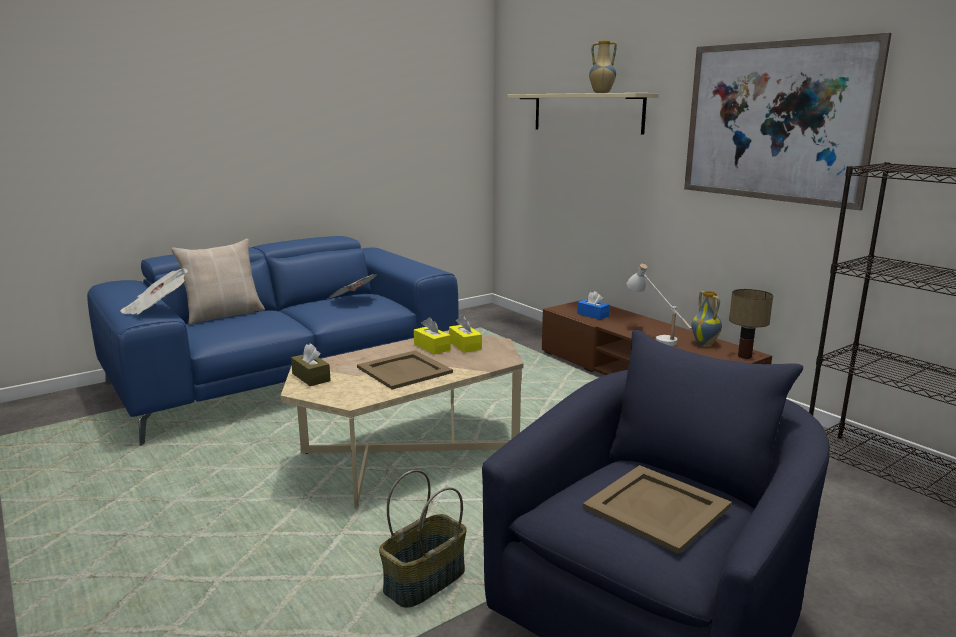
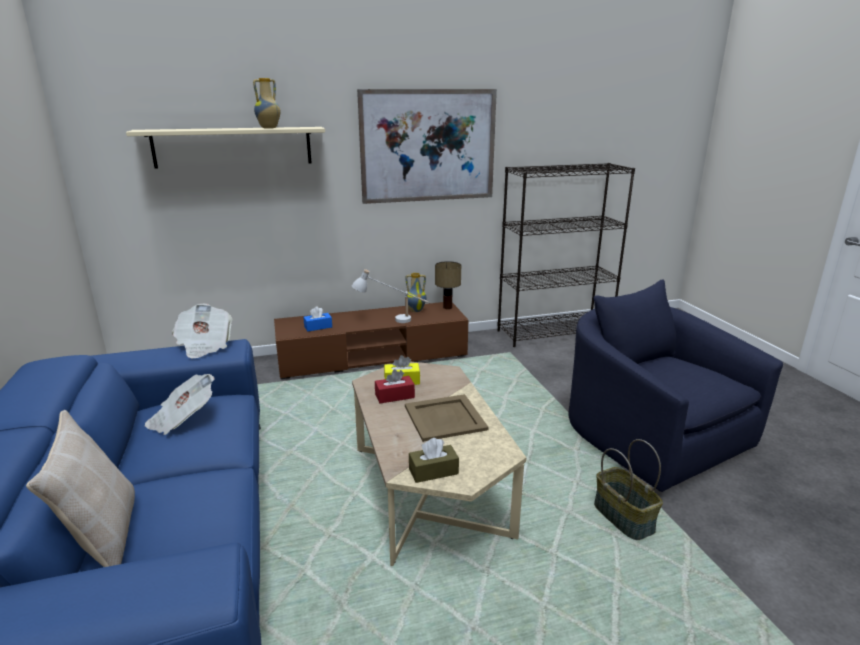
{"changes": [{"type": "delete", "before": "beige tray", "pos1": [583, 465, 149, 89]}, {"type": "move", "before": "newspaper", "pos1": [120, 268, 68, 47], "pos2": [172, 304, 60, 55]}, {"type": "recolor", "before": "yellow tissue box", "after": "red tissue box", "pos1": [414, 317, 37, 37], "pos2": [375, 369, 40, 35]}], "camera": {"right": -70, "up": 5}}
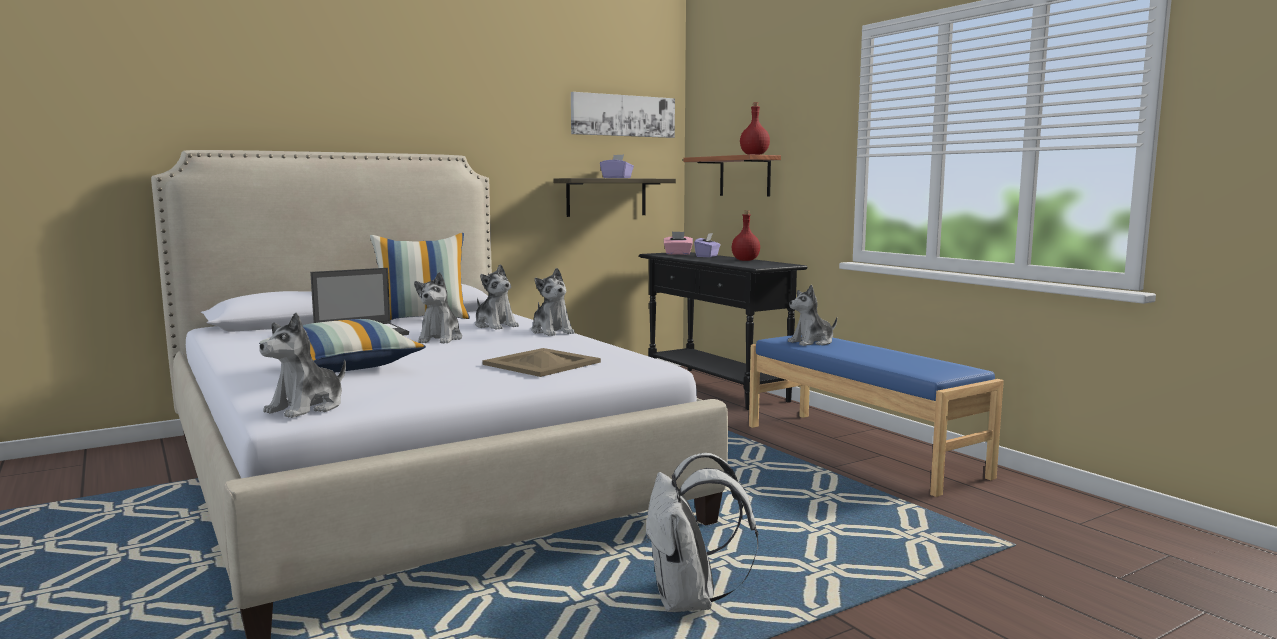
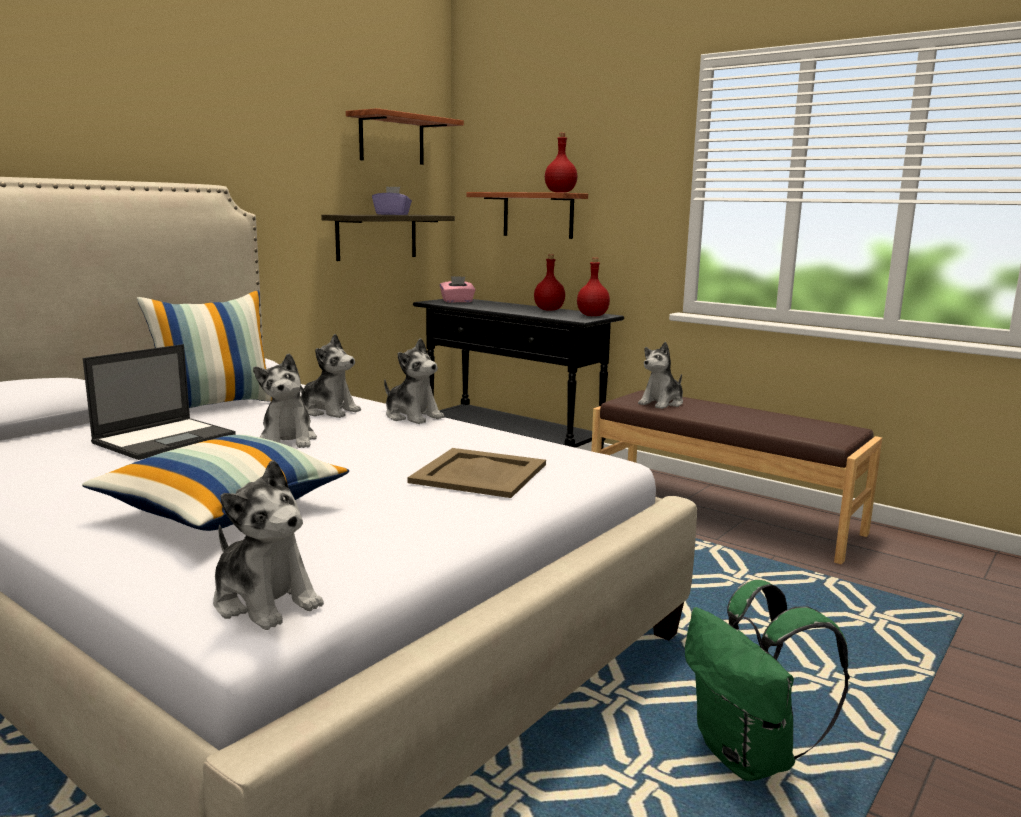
{"changes": [{"type": "delete", "before": "purple tissue box", "pos1": [694, 233, 27, 24]}, {"type": "insert", "after": "red bottle", "pos2": [577, 258, 33, 58]}, {"type": "replace", "before": "picture", "after": "shelf", "pos1": [571, 92, 104, 46], "pos2": [346, 108, 118, 57]}, {"type": "recolor", "before": "white backpack", "after": "green backpack", "pos1": [645, 453, 113, 159], "pos2": [685, 580, 165, 201]}, {"type": "recolor", "before": "blue bench", "after": "brown bench", "pos1": [749, 335, 255, 162], "pos2": [591, 390, 291, 174]}, {"type": "rotate", "before": "plush toy", "pos1": [259, 313, 87, 105], "pos2": [213, 460, 111, 170], "turn": -60}], "camera": {"right": -20, "up": 5}}
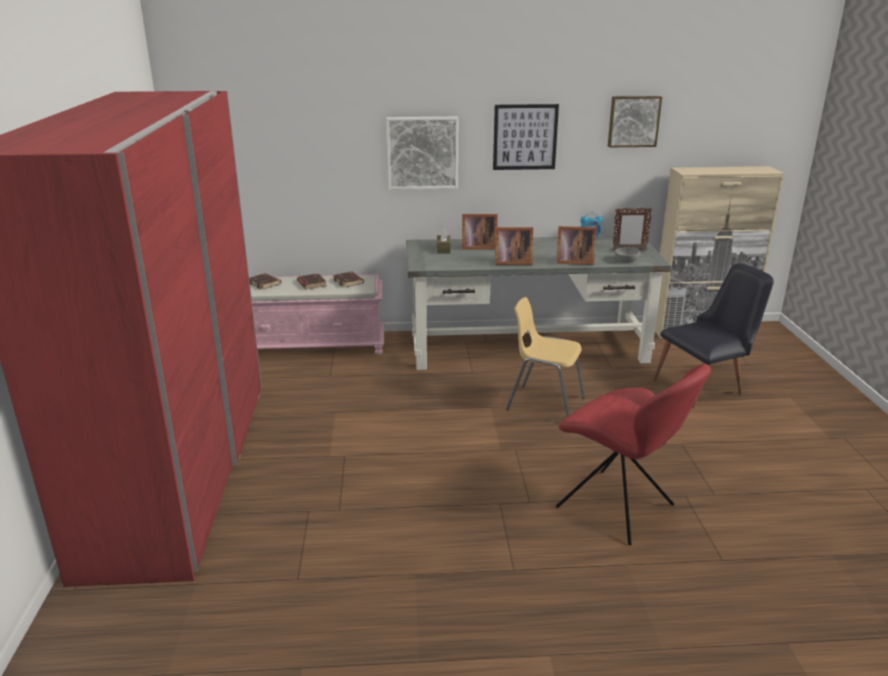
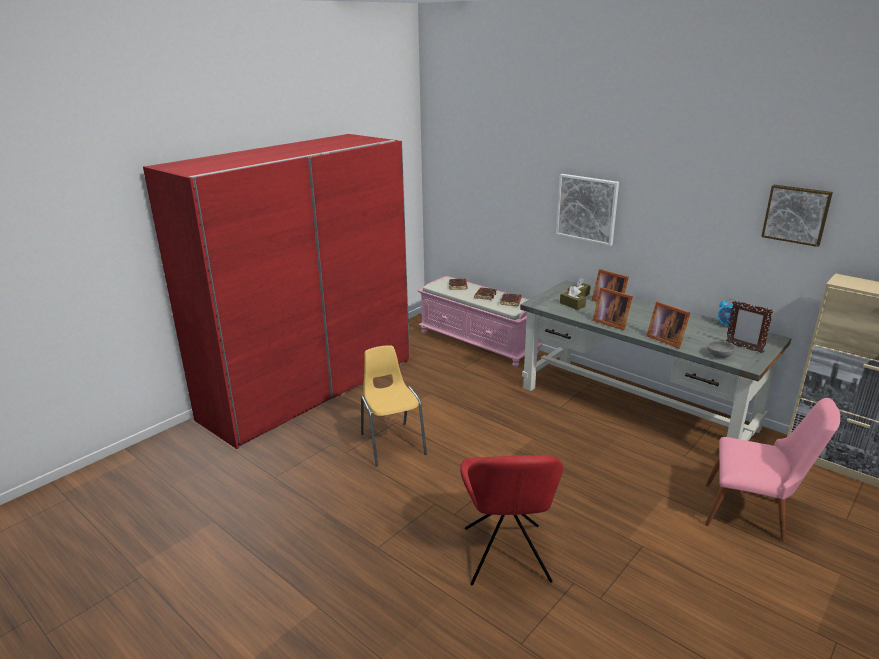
{"changes": [{"type": "delete", "before": "picture", "pos1": [493, 104, 66, 66]}, {"type": "insert", "after": "brown tissue box", "pos2": [560, 286, 26, 24]}, {"type": "move", "before": "yellow chair", "pos1": [506, 297, 79, 119], "pos2": [361, 345, 66, 122]}, {"type": "recolor", "before": "black chair", "after": "pink chair", "pos1": [653, 263, 121, 145], "pos2": [705, 398, 135, 144]}], "camera": {"right": 45, "up": 0}}
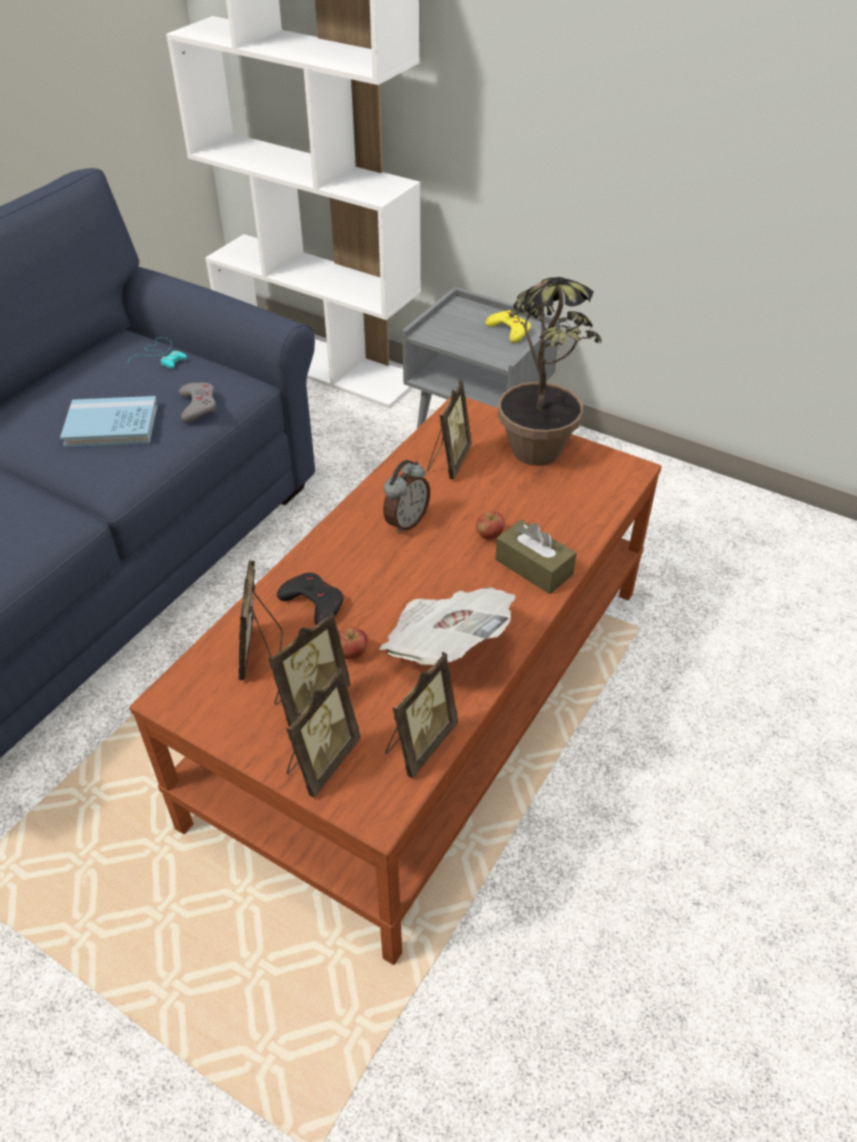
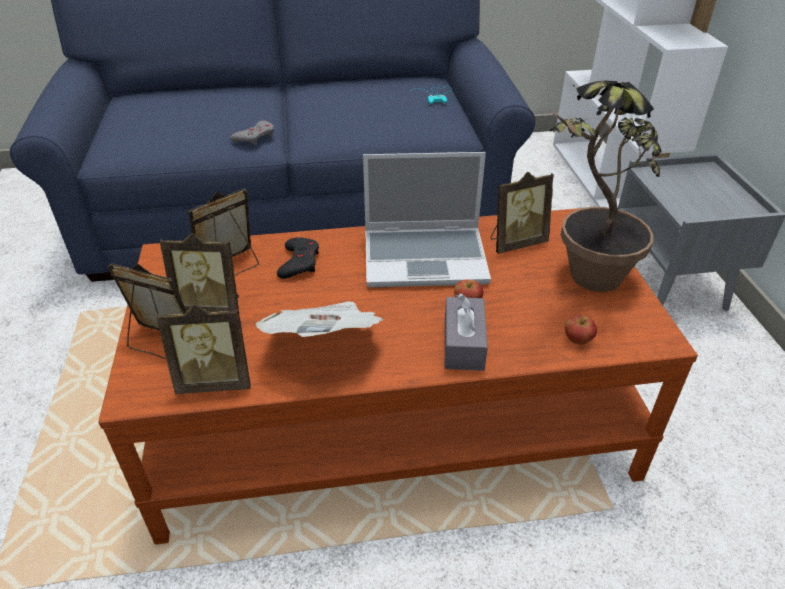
{"changes": [{"type": "delete", "before": "blue book", "pos1": [60, 396, 98, 51]}, {"type": "delete", "before": "yellow game controller", "pos1": [485, 310, 46, 33]}, {"type": "move", "before": "grey game controller", "pos1": [179, 382, 37, 40], "pos2": [230, 120, 44, 25]}, {"type": "move", "before": "apple", "pos1": [339, 627, 29, 33], "pos2": [565, 315, 32, 30]}, {"type": "replace", "before": "alarm clock", "after": "laptop", "pos1": [383, 460, 47, 74], "pos2": [363, 152, 128, 135]}, {"type": "recolor", "before": "brown tissue box", "after": "grey tissue box", "pos1": [495, 520, 82, 74], "pos2": [445, 294, 43, 77]}, {"type": "rotate", "before": "picture frame", "pos1": [286, 668, 75, 130], "pos2": [108, 263, 79, 96], "turn": -150}], "camera": {"right": 50, "up": -5}}
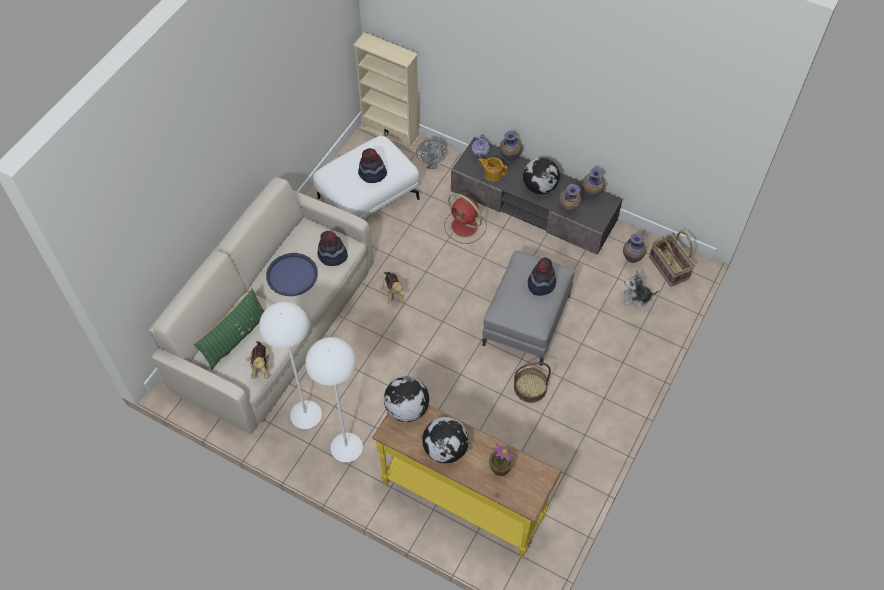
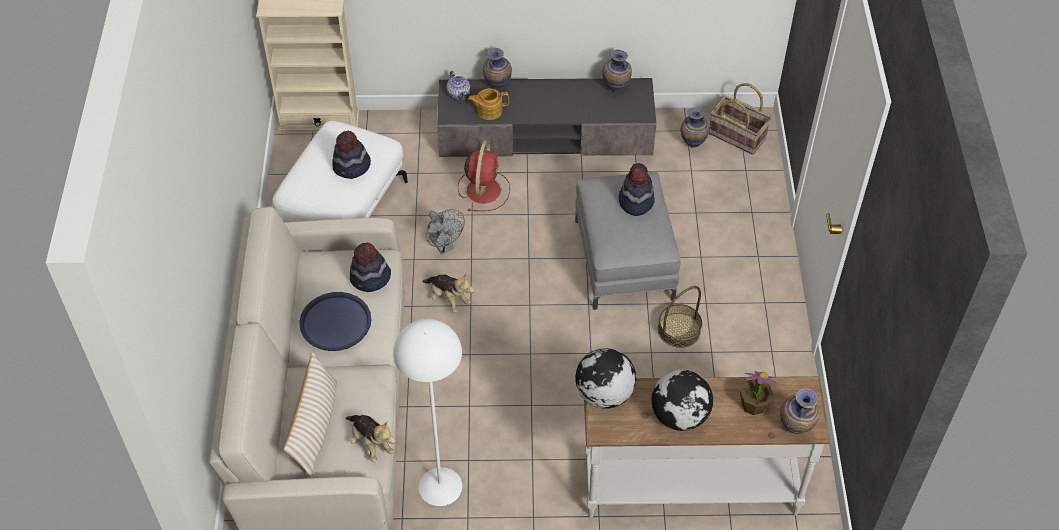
{"changes": [{"type": "delete", "before": "white floor lamp", "pos1": [305, 337, 58, 125]}, {"type": "delete", "before": "globe", "pos1": [523, 158, 37, 36]}, {"type": "delete", "before": "plush toy", "pos1": [624, 271, 34, 37]}, {"type": "move", "before": "grey fan", "pos1": [416, 138, 31, 31], "pos2": [426, 209, 39, 45]}, {"type": "move", "before": "vase", "pos1": [559, 184, 23, 29], "pos2": [780, 388, 39, 46]}, {"type": "recolor", "before": "green pillow", "after": "beige pillow", "pos1": [194, 289, 70, 81], "pos2": [284, 351, 53, 127]}, {"type": "recolor", "before": "yellow console table", "after": "white console table", "pos1": [372, 405, 190, 152], "pos2": [584, 376, 247, 142]}, {"type": "rotate", "before": "red fan", "pos1": [444, 193, 43, 51], "pos2": [458, 140, 52, 71], "turn": -90}], "camera": {"right": -30, "up": -5}}
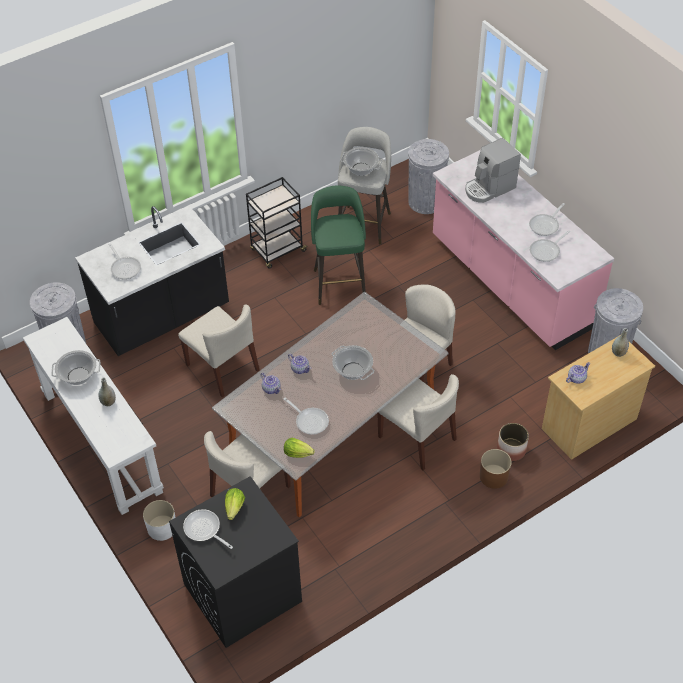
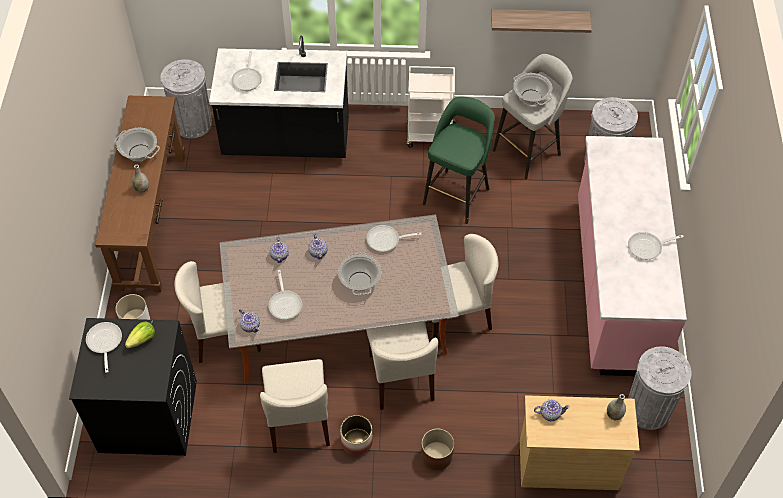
{"changes": [{"type": "delete", "before": "coffee machine", "pos1": [465, 138, 56, 65]}, {"type": "insert", "after": "shelf", "pos2": [491, 9, 101, 24]}, {"type": "move", "before": "beige chair", "pos1": [178, 304, 81, 93], "pos2": [260, 359, 70, 94]}, {"type": "move", "before": "planter", "pos1": [497, 423, 32, 38], "pos2": [340, 415, 33, 41]}, {"type": "move", "before": "frying pan", "pos1": [530, 230, 40, 32], "pos2": [366, 225, 55, 27]}, {"type": "replace", "before": "lettuce", "after": "teapot", "pos1": [284, 438, 31, 20], "pos2": [239, 309, 21, 24]}, {"type": "recolor", "before": "white console table", "after": "brown console table", "pos1": [23, 317, 141, 198], "pos2": [95, 96, 90, 196]}, {"type": "recolor", "before": "black cart", "after": "white cart", "pos1": [246, 177, 63, 92], "pos2": [406, 66, 52, 81]}], "camera": {"right": 35, "up": 5}}
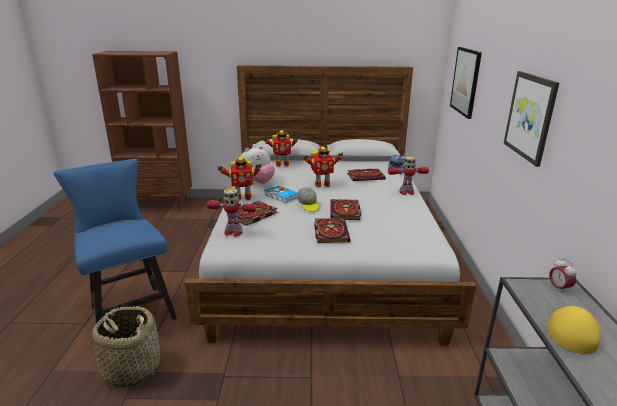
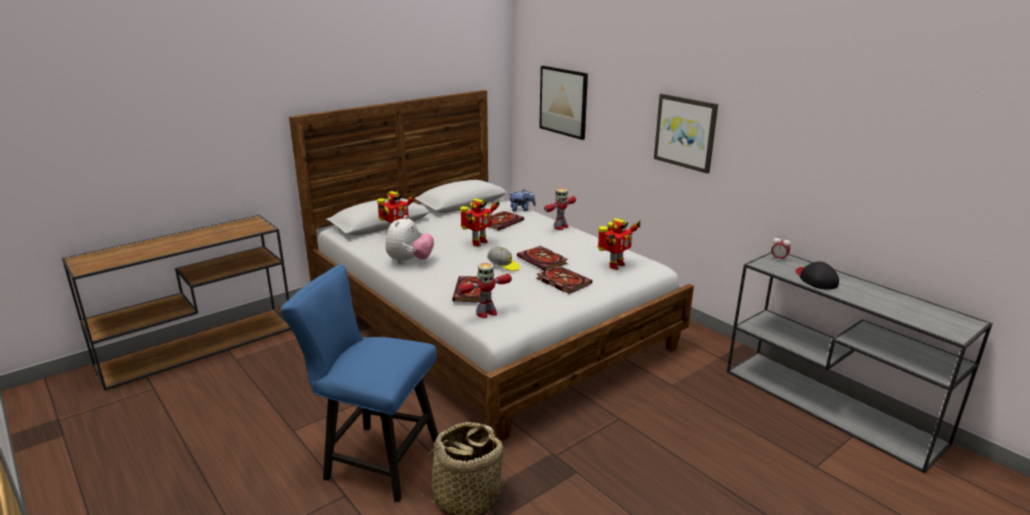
{"changes": [{"type": "delete", "before": "book", "pos1": [264, 185, 34, 18]}, {"type": "move", "before": "toy robot", "pos1": [217, 157, 45, 43], "pos2": [597, 218, 44, 52]}, {"type": "replace", "before": "brown bookcase", "after": "brown console table", "pos1": [92, 51, 100, 160], "pos2": [62, 215, 229, 176]}, {"type": "recolor", "before": "yellow cap", "after": "black cap", "pos1": [548, 306, 52, 48], "pos2": [796, 261, 43, 29]}], "camera": {"right": -40, "up": 0}}
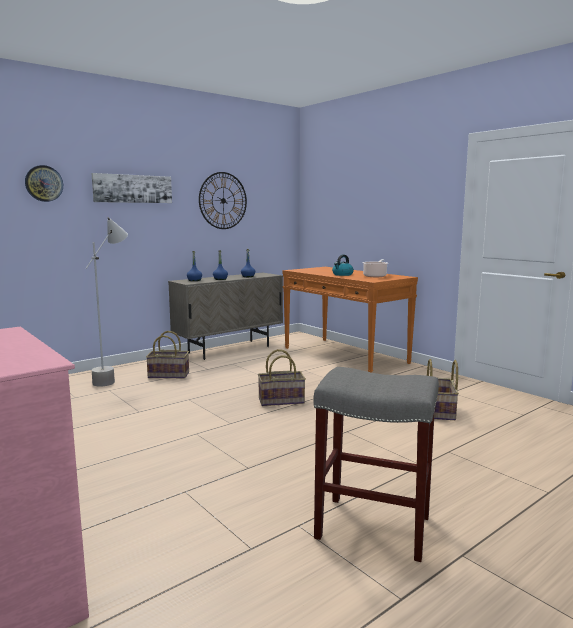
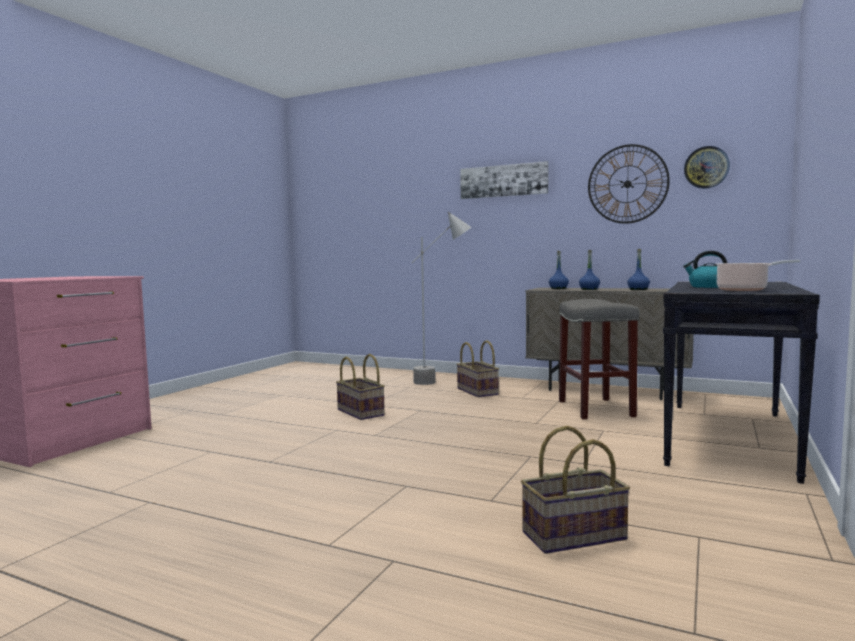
{"changes": [{"type": "move", "before": "wall clock", "pos1": [25, 165, 38, 37], "pos2": [684, 146, 46, 43]}, {"type": "move", "before": "basket", "pos1": [258, 349, 48, 57], "pos2": [336, 354, 49, 66]}, {"type": "move", "before": "grey stool", "pos1": [313, 367, 126, 195], "pos2": [559, 299, 80, 120]}, {"type": "recolor", "before": "orange console table", "after": "black console table", "pos1": [283, 267, 135, 106], "pos2": [663, 282, 157, 202]}], "camera": {"right": 65, "up": -5}}
